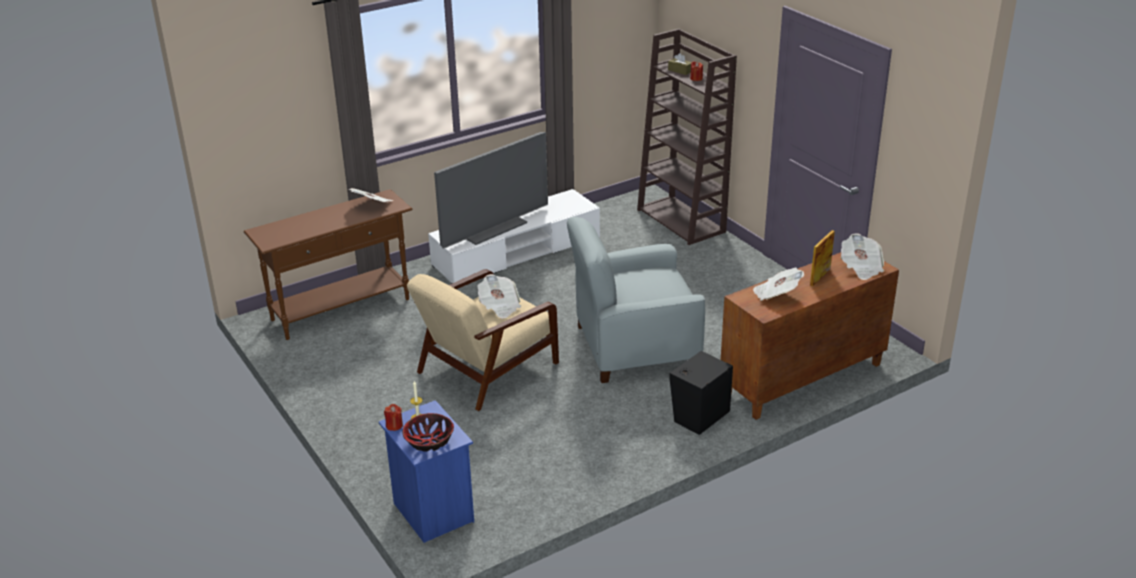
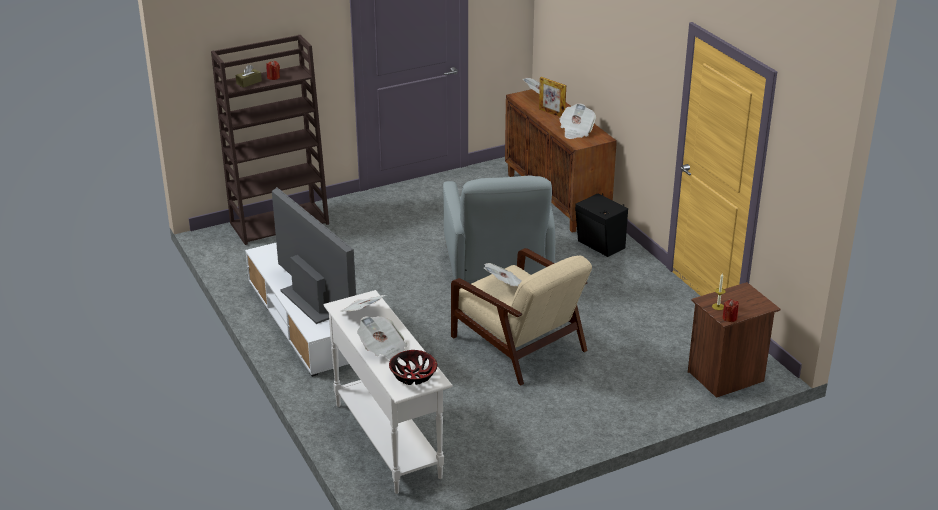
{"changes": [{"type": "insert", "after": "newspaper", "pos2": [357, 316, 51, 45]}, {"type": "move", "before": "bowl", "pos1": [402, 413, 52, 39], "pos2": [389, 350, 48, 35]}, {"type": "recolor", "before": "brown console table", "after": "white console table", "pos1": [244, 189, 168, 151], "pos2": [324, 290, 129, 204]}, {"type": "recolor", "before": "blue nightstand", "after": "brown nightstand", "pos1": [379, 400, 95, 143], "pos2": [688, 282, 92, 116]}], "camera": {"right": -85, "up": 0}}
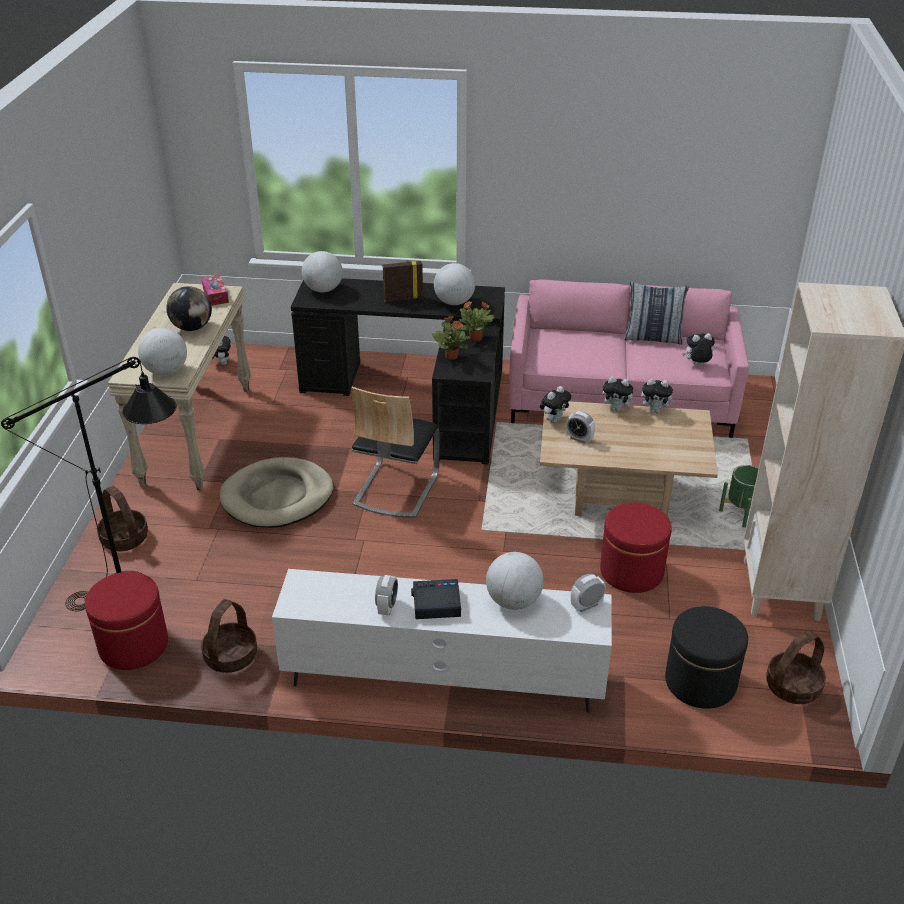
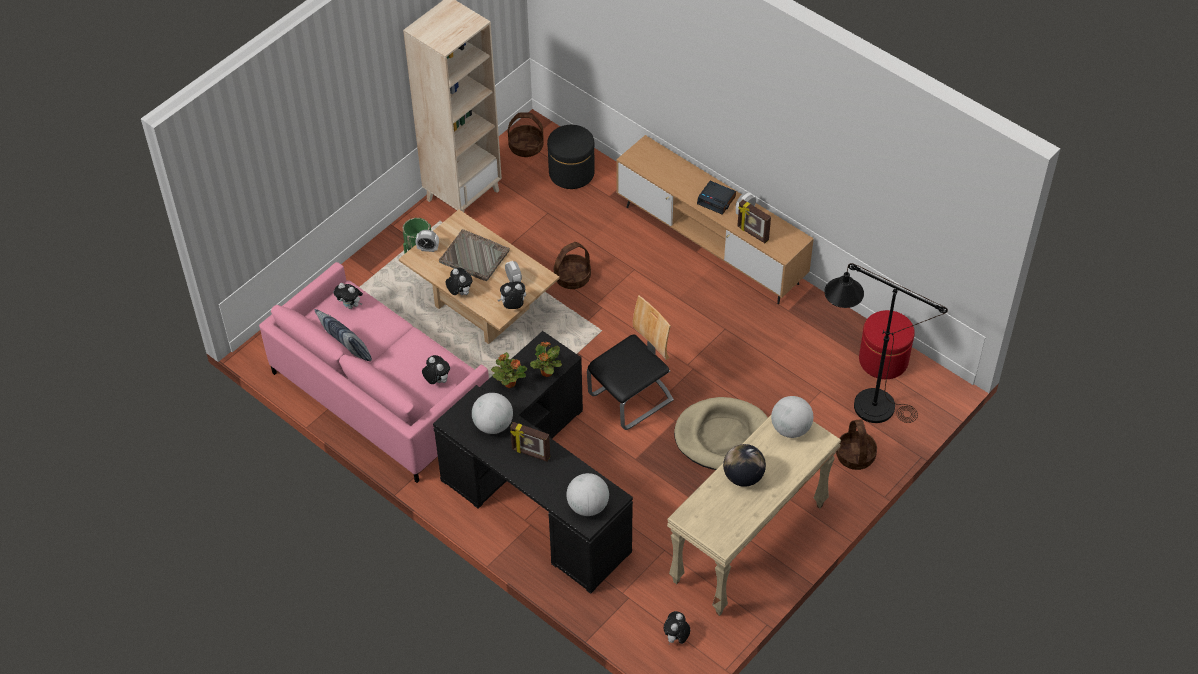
{"changes": [{"type": "delete", "before": "tissue box", "pos1": [201, 275, 28, 31]}, {"type": "delete", "before": "globe", "pos1": [486, 552, 58, 58]}, {"type": "delete", "before": "red ottoman", "pos1": [600, 503, 72, 90]}, {"type": "insert", "after": "grey tray", "pos2": [439, 229, 71, 52]}, {"type": "insert", "after": "picture frame", "pos2": [737, 200, 34, 43]}, {"type": "move", "before": "basket", "pos1": [201, 599, 56, 74], "pos2": [554, 242, 37, 47]}, {"type": "move", "before": "alarm clock", "pos1": [571, 574, 35, 38], "pos2": [416, 230, 23, 22]}, {"type": "move", "before": "plush toy", "pos1": [641, 379, 34, 34], "pos2": [422, 355, 28, 29]}, {"type": "recolor", "before": "white tv stand", "after": "brown tv stand", "pos1": [272, 569, 340, 144], "pos2": [616, 135, 198, 169]}], "camera": {"right": -145, "up": 15}}
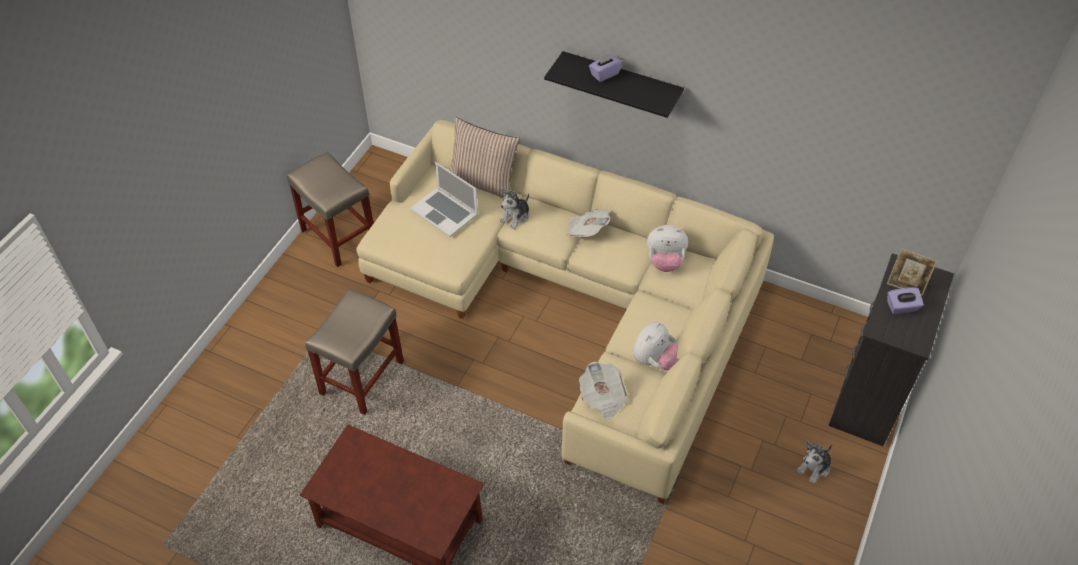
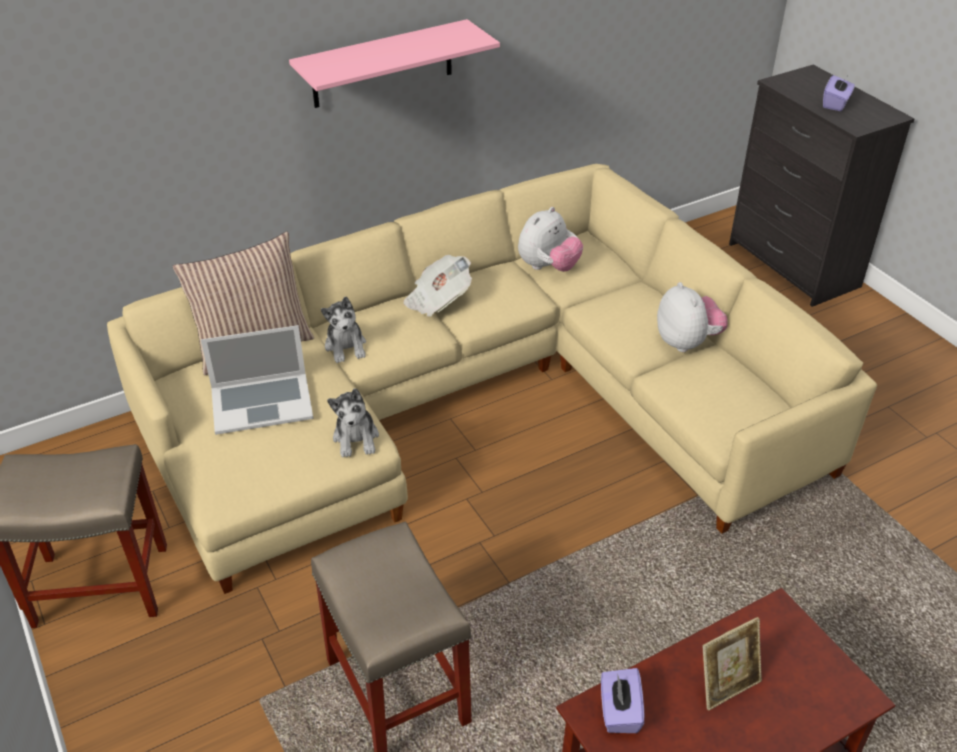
{"changes": [{"type": "delete", "before": "newspaper", "pos1": [579, 361, 49, 59]}, {"type": "move", "before": "purple tissue box", "pos1": [589, 52, 33, 30], "pos2": [601, 668, 43, 65]}, {"type": "move", "before": "plush toy", "pos1": [797, 441, 35, 43], "pos2": [327, 388, 52, 70]}, {"type": "move", "before": "picture frame", "pos1": [887, 248, 50, 48], "pos2": [702, 617, 60, 94]}, {"type": "recolor", "before": "black shelf", "after": "pink shelf", "pos1": [544, 51, 140, 67], "pos2": [289, 19, 211, 89]}], "camera": {"right": -55, "up": -10}}
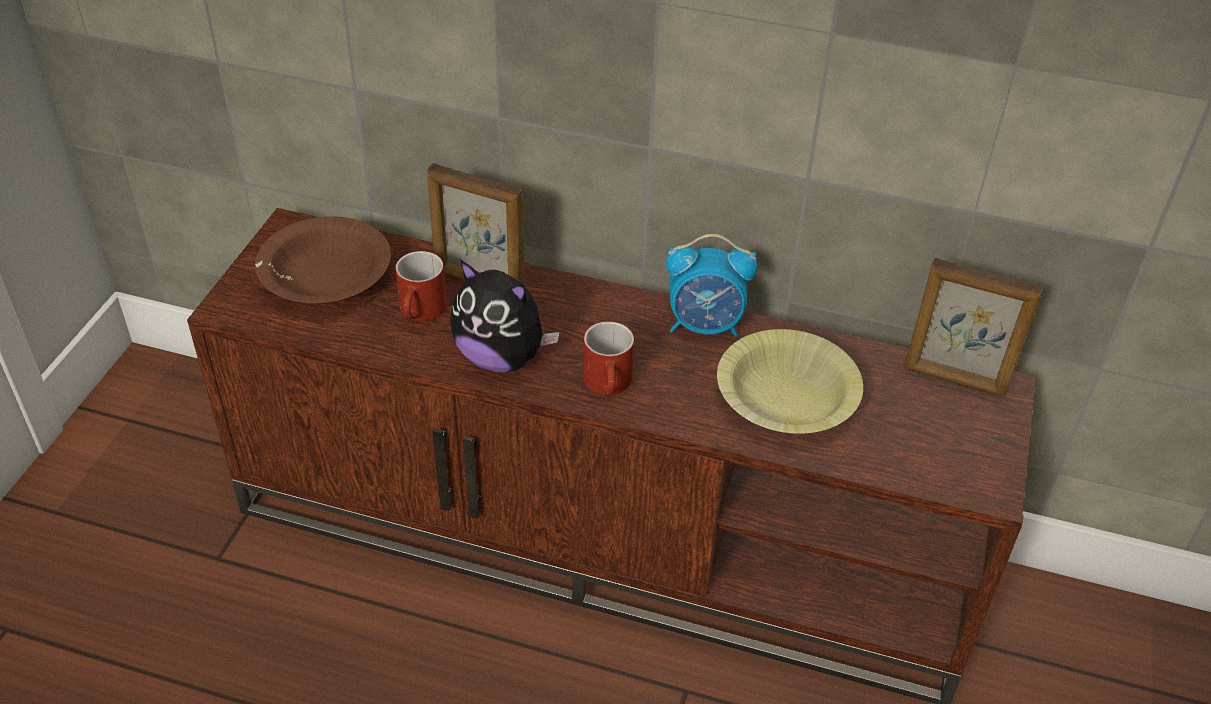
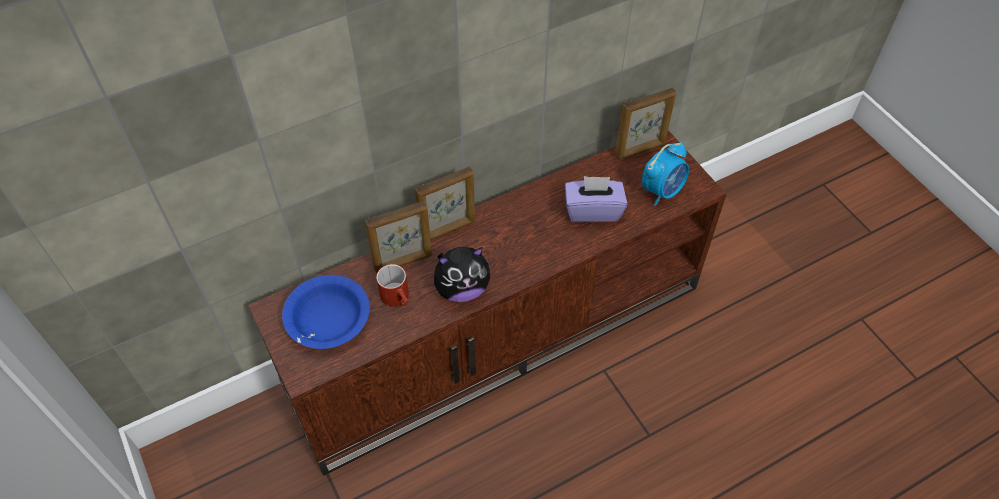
{"changes": [{"type": "delete", "before": "red mug", "pos1": [583, 321, 51, 74]}, {"type": "insert", "after": "picture frame", "pos2": [415, 167, 60, 73]}, {"type": "move", "before": "alarm clock", "pos1": [666, 234, 92, 103], "pos2": [642, 142, 47, 64]}, {"type": "replace", "before": "yellow bowl", "after": "purple tissue box", "pos1": [717, 329, 146, 105], "pos2": [565, 176, 62, 47]}, {"type": "recolor", "before": "brown bowl", "after": "blue bowl", "pos1": [255, 216, 136, 87], "pos2": [282, 275, 88, 74]}], "camera": {"right": -45, "up": 10}}
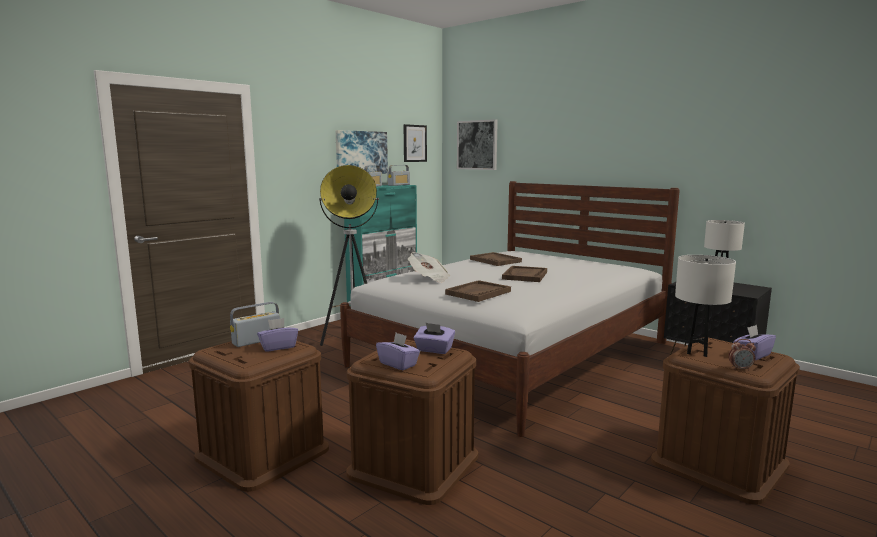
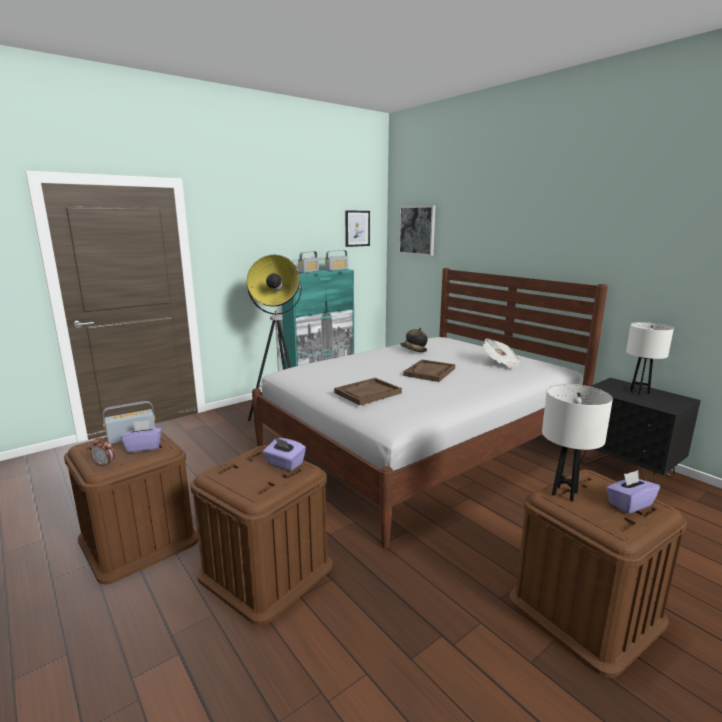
{"changes": [{"type": "delete", "before": "picture", "pos1": [336, 130, 52, 44]}, {"type": "delete", "before": "purple tissue box", "pos1": [376, 333, 44, 37]}, {"type": "move", "before": "newspaper", "pos1": [408, 252, 43, 31], "pos2": [483, 339, 39, 31]}, {"type": "move", "before": "alarm clock", "pos1": [728, 339, 28, 32], "pos2": [91, 438, 24, 28]}, {"type": "replace", "before": "brown tray", "after": "hat", "pos1": [470, 252, 52, 14], "pos2": [400, 328, 27, 24]}], "camera": {"right": 10, "up": 5}}
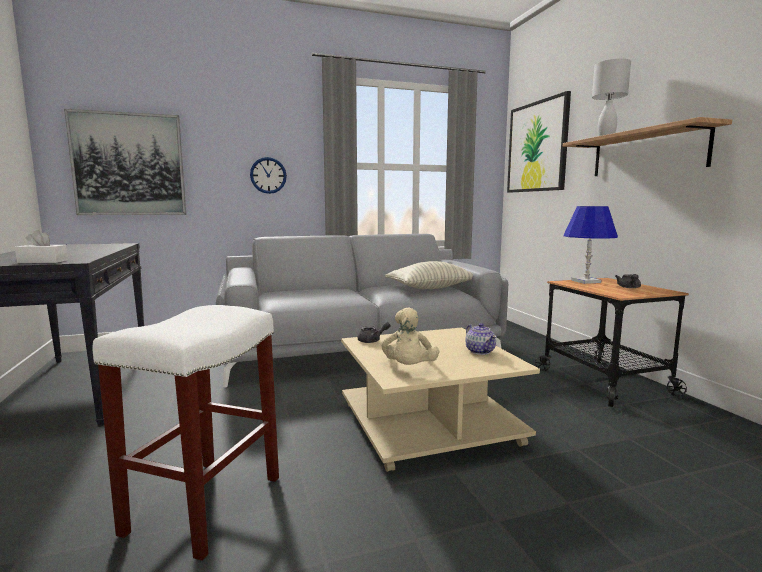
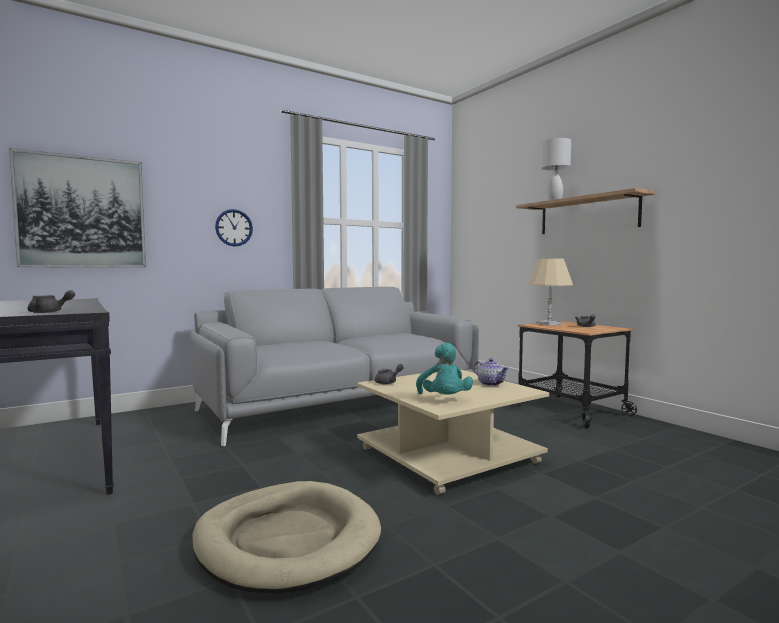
{"changes": [{"type": "delete", "before": "pillow", "pos1": [385, 261, 88, 28]}, {"type": "delete", "before": "picture", "pos1": [507, 91, 64, 102]}, {"type": "replace", "before": "white tissue box", "after": "grey teapot", "pos1": [15, 230, 53, 33], "pos2": [28, 290, 47, 23]}, {"type": "replace", "before": "white stool", "after": "beige dog bed", "pos1": [92, 305, 187, 256], "pos2": [192, 481, 189, 112]}, {"type": "recolor", "before": "beige plush toy", "after": "turquoise plush toy", "pos1": [381, 308, 58, 57], "pos2": [416, 343, 57, 52]}, {"type": "recolor", "before": "blue table lamp", "after": "beige table lamp", "pos1": [563, 206, 55, 78], "pos2": [528, 258, 45, 67]}], "camera": {"right": -15, "up": -5}}
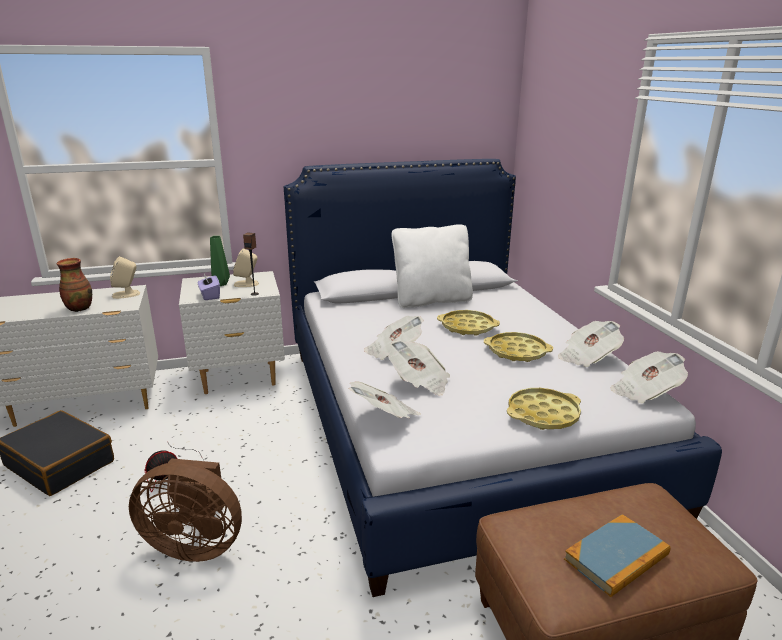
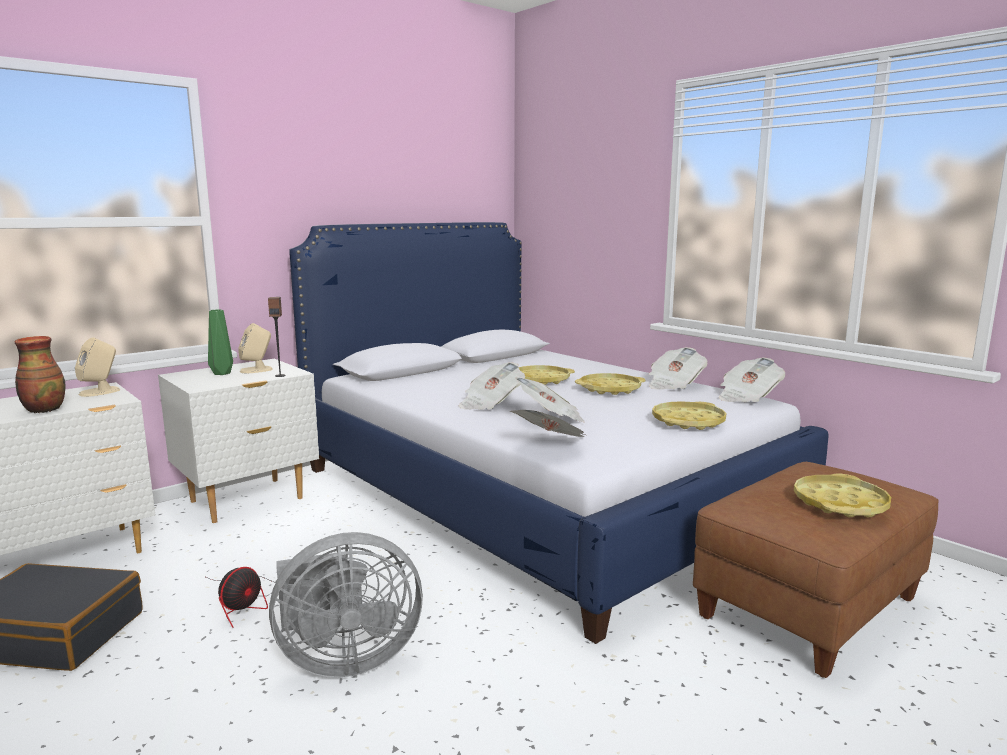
{"changes": [{"type": "delete", "before": "purple tissue box", "pos1": [198, 274, 22, 26]}, {"type": "delete", "before": "white pillow", "pos1": [392, 224, 81, 84]}, {"type": "replace", "before": "book", "after": "yellow tray", "pos1": [564, 514, 107, 83], "pos2": [794, 473, 97, 44]}, {"type": "recolor", "before": "brown fan", "after": "grey fan", "pos1": [129, 458, 113, 104], "pos2": [269, 532, 154, 145]}], "camera": {"right": -25, "up": -10}}
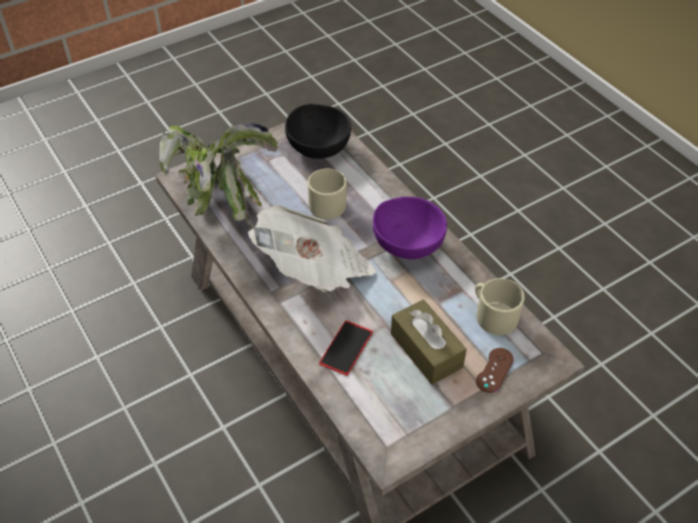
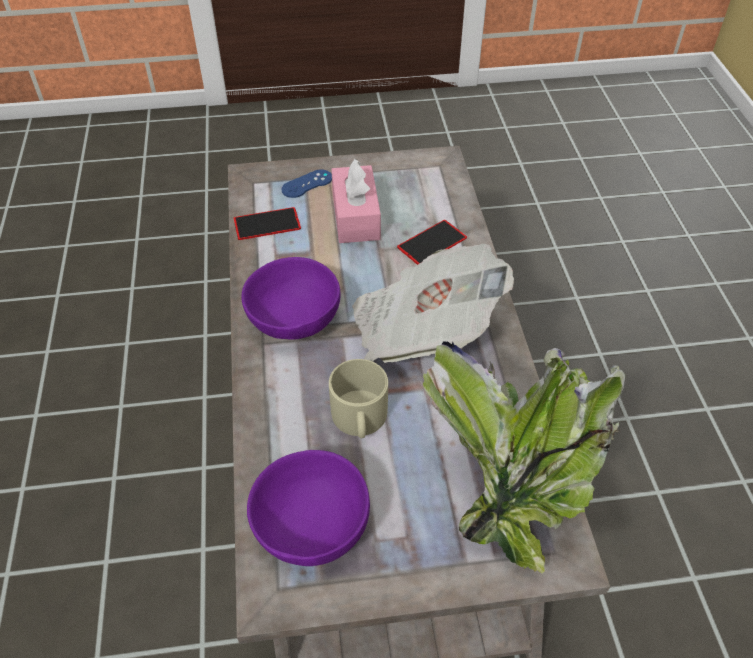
{"changes": [{"type": "replace", "before": "beige mug", "after": "phone", "pos1": [475, 278, 49, 57], "pos2": [234, 207, 67, 33]}, {"type": "recolor", "before": "black bowl", "after": "purple bowl", "pos1": [285, 103, 66, 56], "pos2": [247, 450, 123, 116]}, {"type": "recolor", "before": "brown tissue box", "after": "pink tissue box", "pos1": [391, 299, 76, 86], "pos2": [331, 159, 50, 84]}, {"type": "recolor", "before": "brown game controller", "after": "blue game controller", "pos1": [476, 348, 38, 45], "pos2": [282, 169, 50, 29]}], "camera": {"right": -155, "up": 0}}
